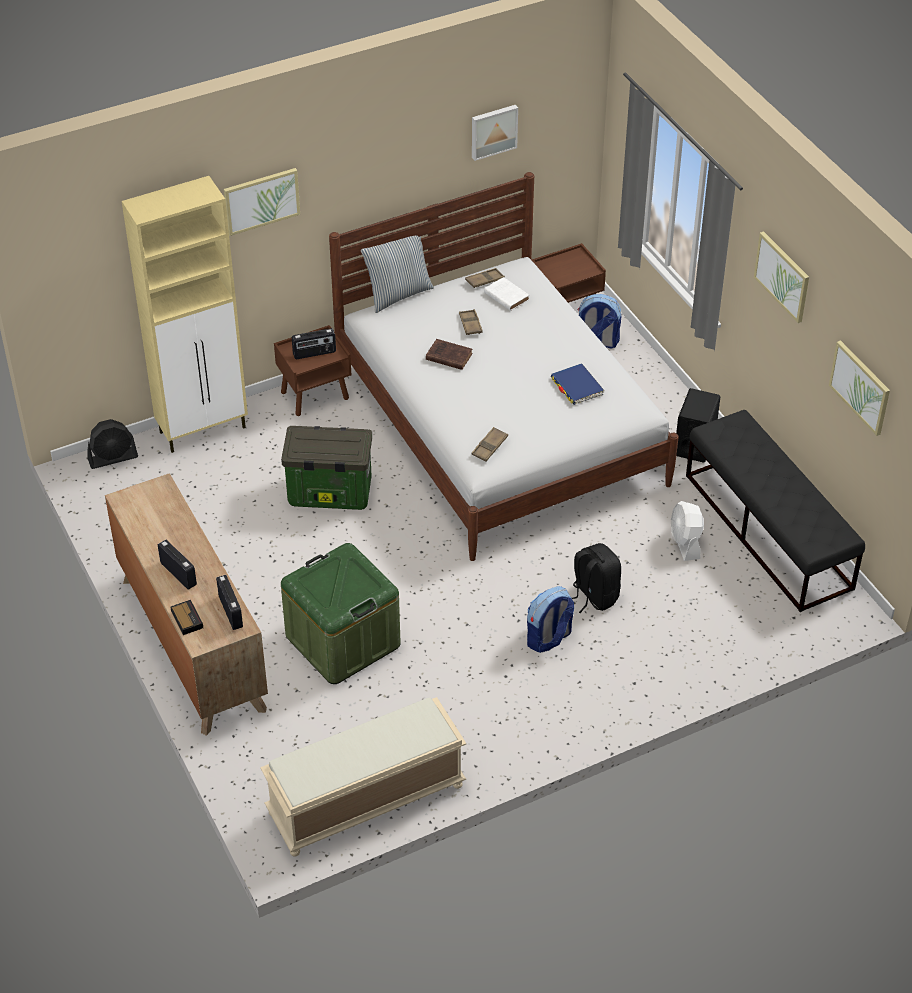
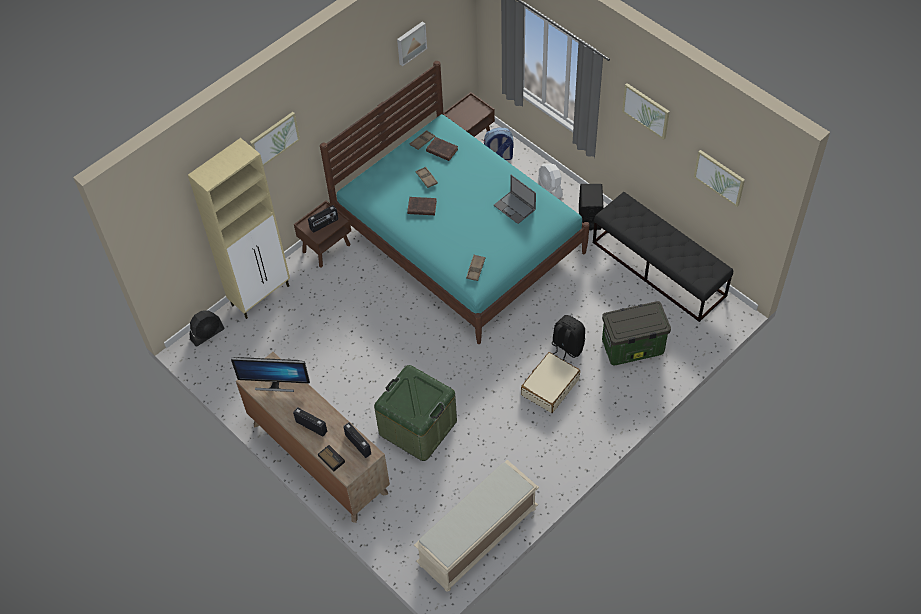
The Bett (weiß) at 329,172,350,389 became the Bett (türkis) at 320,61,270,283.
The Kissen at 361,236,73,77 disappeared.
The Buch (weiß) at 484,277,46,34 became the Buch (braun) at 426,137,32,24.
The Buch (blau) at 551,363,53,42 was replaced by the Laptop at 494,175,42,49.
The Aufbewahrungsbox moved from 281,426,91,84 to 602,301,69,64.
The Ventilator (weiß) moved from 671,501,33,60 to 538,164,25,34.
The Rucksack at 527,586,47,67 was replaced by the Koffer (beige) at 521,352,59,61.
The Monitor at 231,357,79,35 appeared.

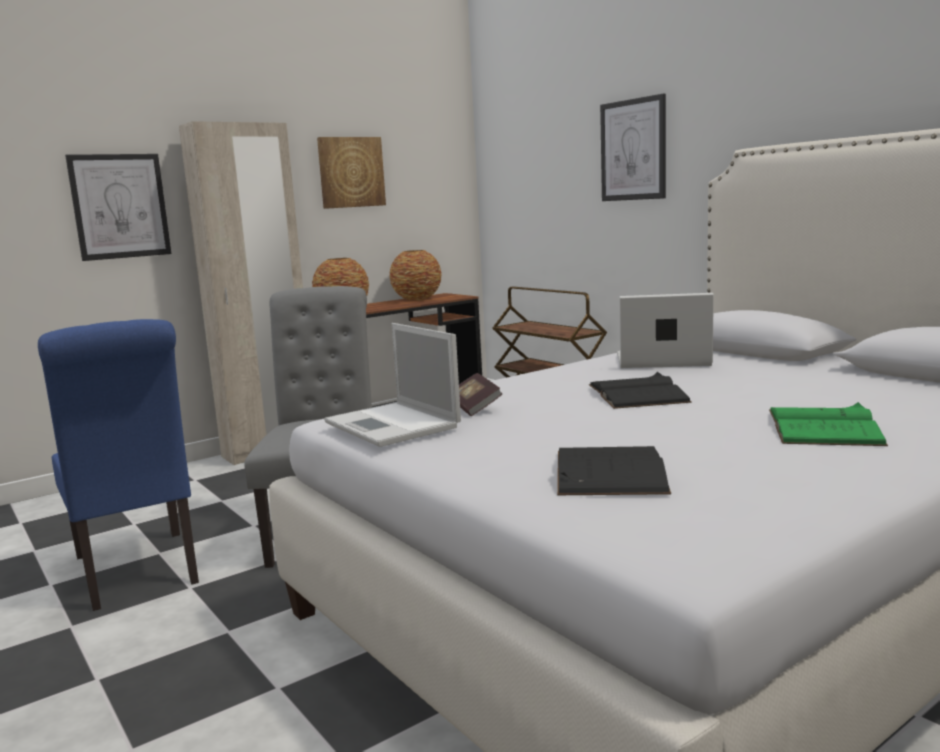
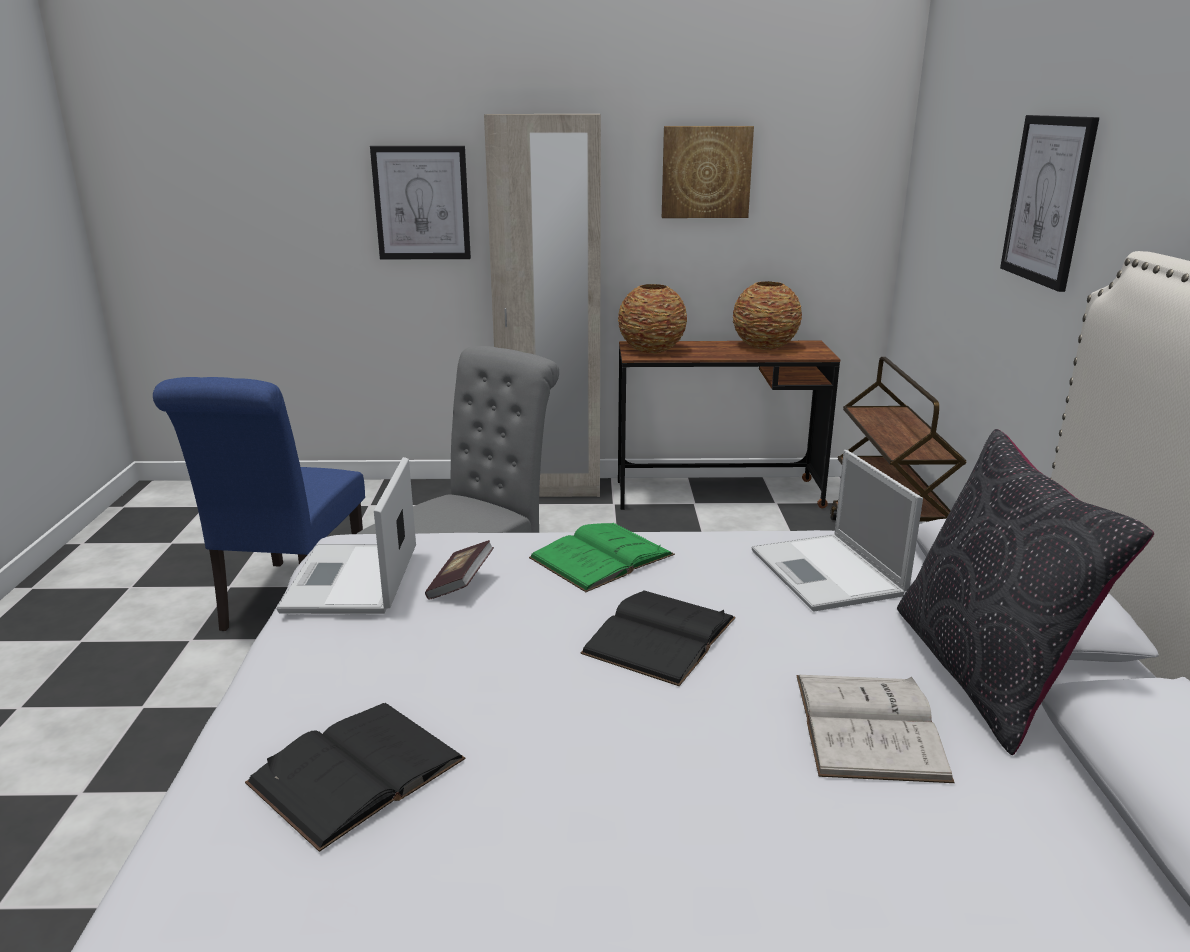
The Laptop at 617,293,97,75 turned 150 degrees counterclockwise.
The Buch (grün) moved from 769,402,119,44 to 529,523,146,69.
The Kissen (schwarz) at 897,429,257,326 appeared.
The Buch (weiß) at 797,675,158,108 appeared.

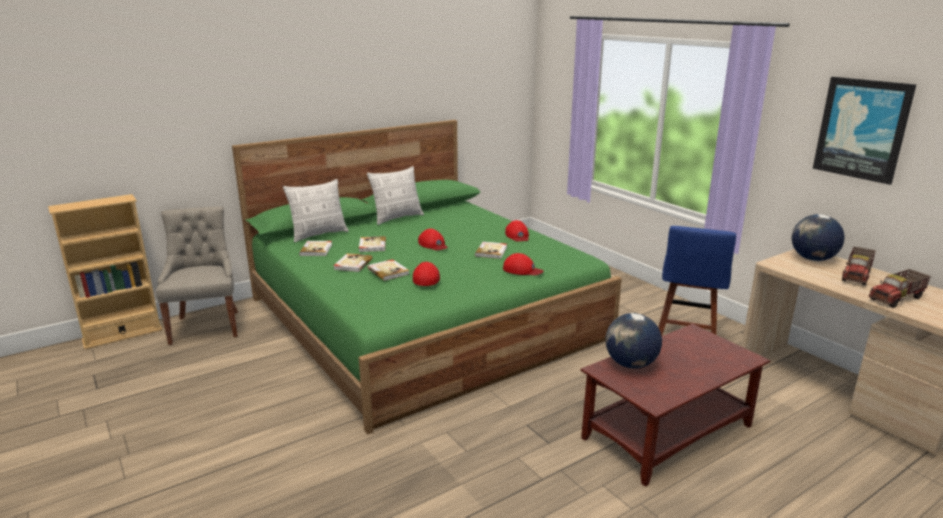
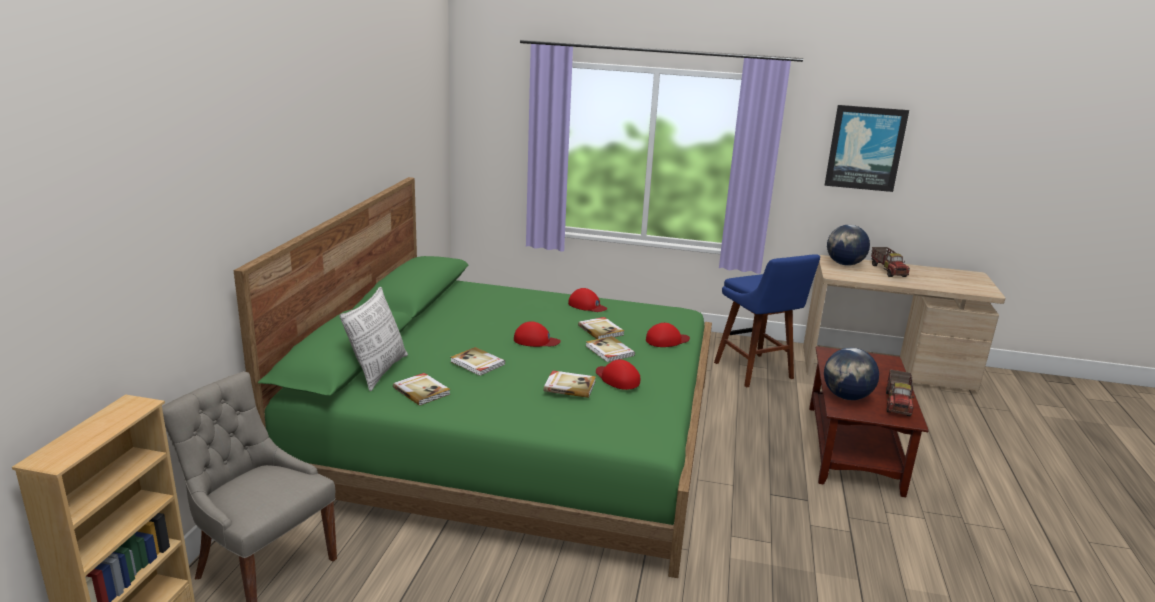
The Kissen at 367,166,57,59 disappeared.
The Buch moved from 333,253,40,19 to 586,336,49,26.
The Spielzeuglaster moved from 869,269,62,39 to 886,369,28,48.

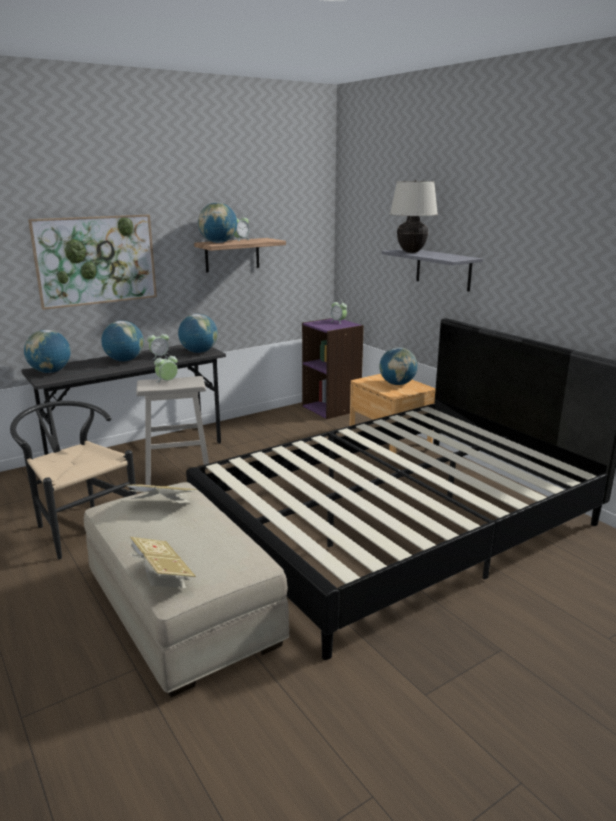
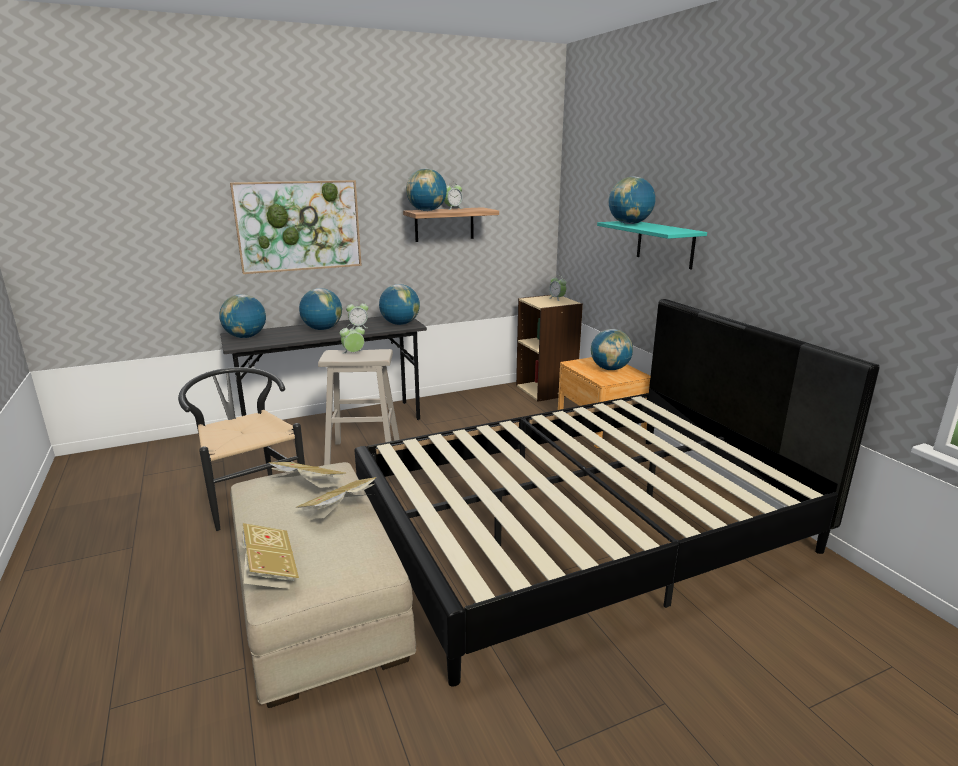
The Tischlampe (beige) at 390,180,48,73 was replaced by the Globus at 609,176,46,48.
The Wandregal (grau) at 382,249,101,42 became the Wandregal (türkis) at 597,221,110,48.
The Bücherregal (lila) at 302,318,62,101 became the Bücherregal (beige) at 516,295,67,107.
The Buch at 296,477,80,42 appeared.

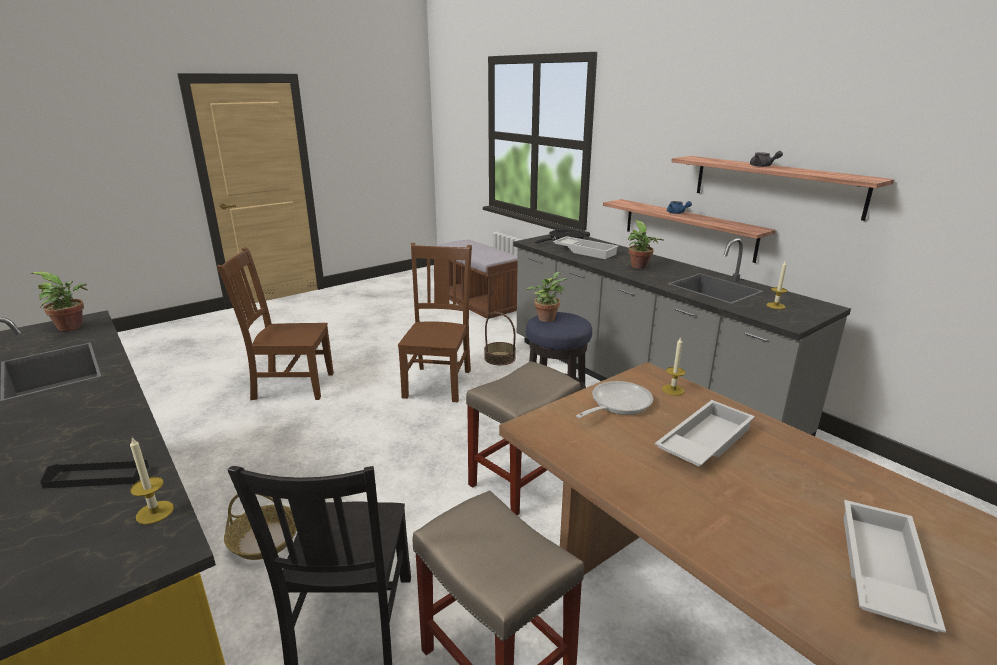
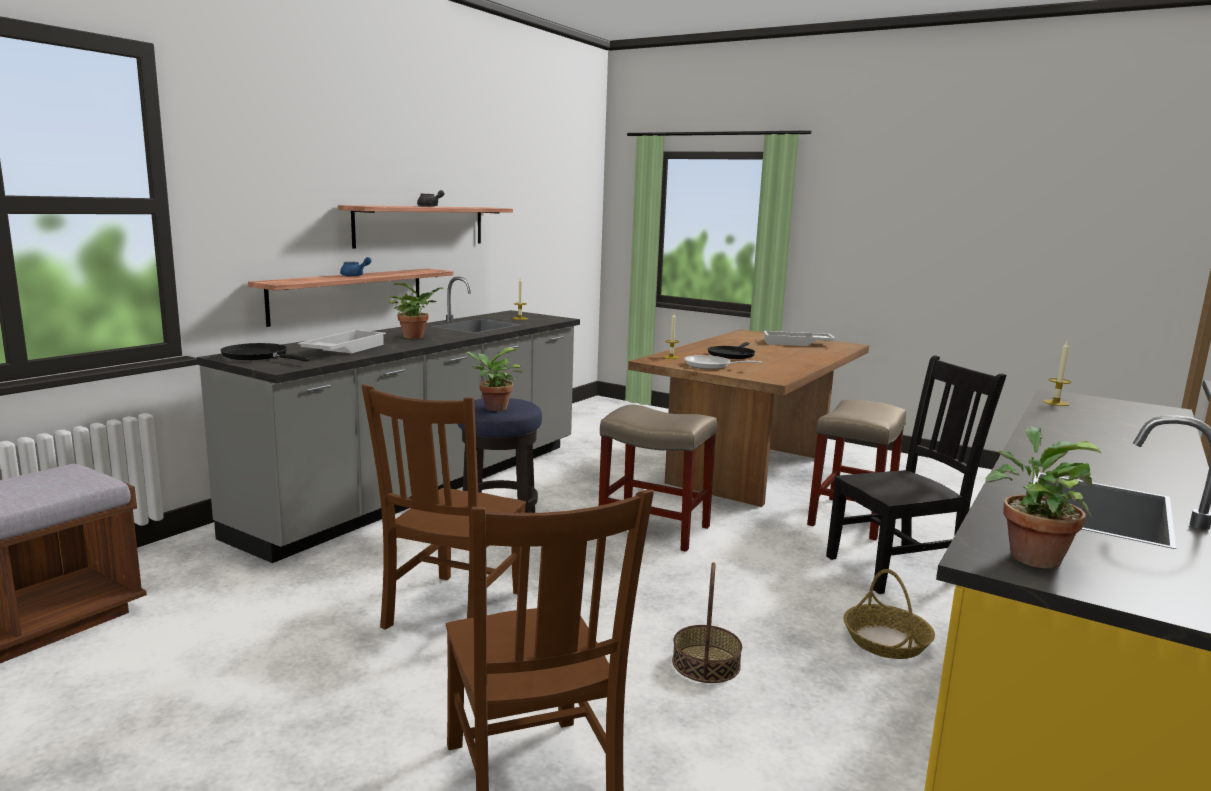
The Stuhl (braun) at 398,243,74,159 turned 60 degrees counterclockwise.
The Korb moved from 484,312,32,53 to 672,562,70,121.
The Tablett (weiß) at 655,400,100,66 was replaced by the Pfanne (schwarz) at 708,342,47,17.
The Tablett (schwarz) at 40,460,109,29 disappeared.

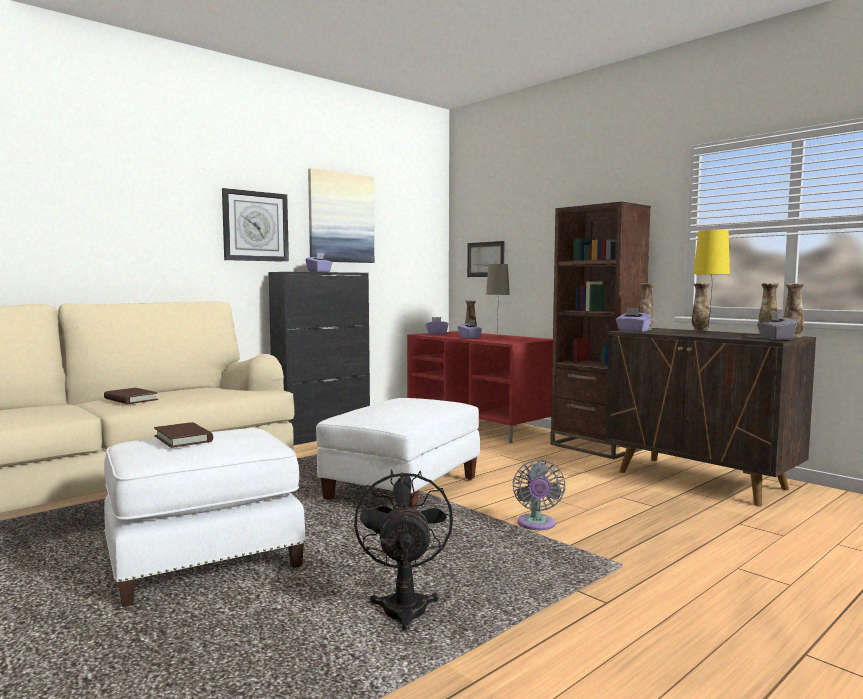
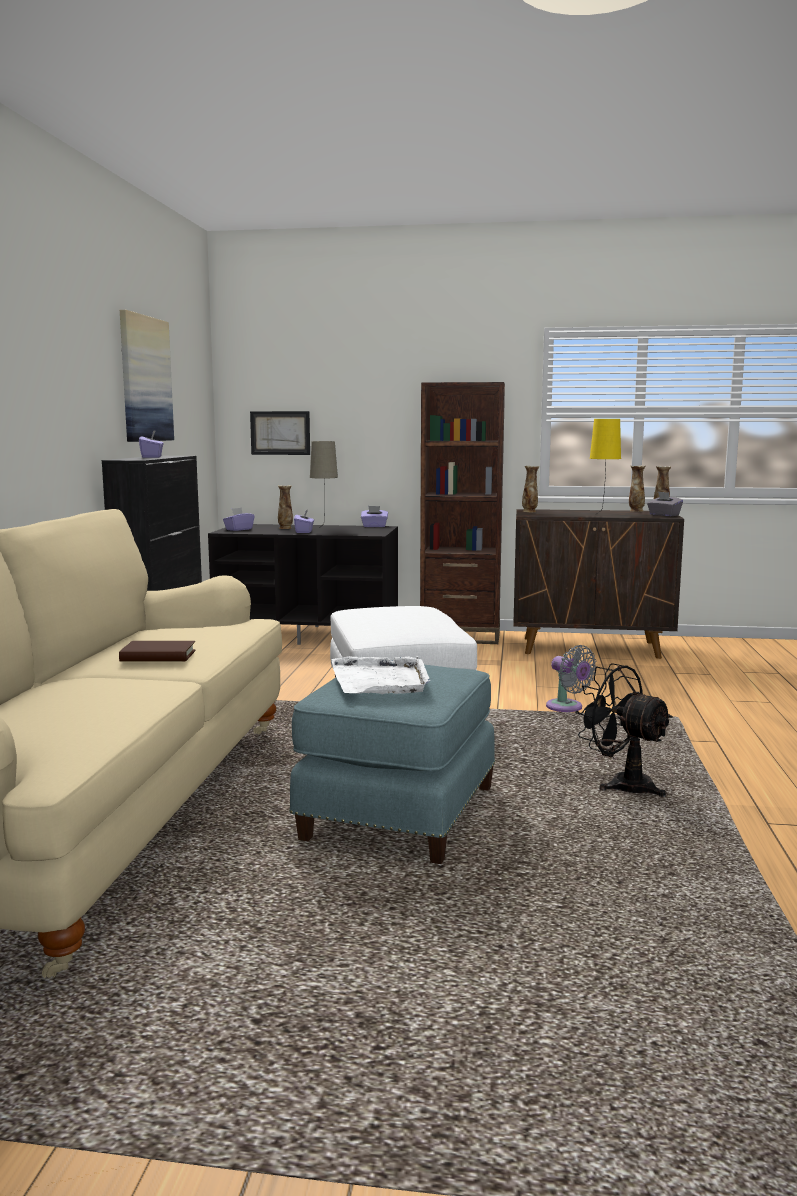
The Wanduhr at 222,188,67,74 disappeared.
The Vase at 692,283,18,48 disappeared.
The Taschentuchbox (lila) moved from 616,307,36,25 to 361,506,27,21.
The Fernsehschrank (rot) at 407,331,146,113 became the Fernsehschrank (schwarz) at 208,524,190,121.
The Buch (braun) at 154,422,59,26 was replaced by the Tablett (weiß) at 332,656,98,38.
The Polsterhocker (weiß) at 104,428,202,179 became the Polsterhocker (blau) at 289,665,206,199.

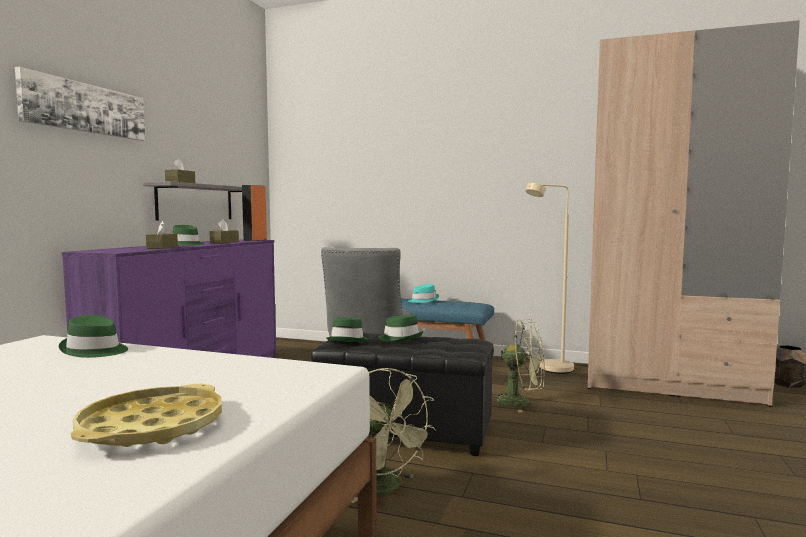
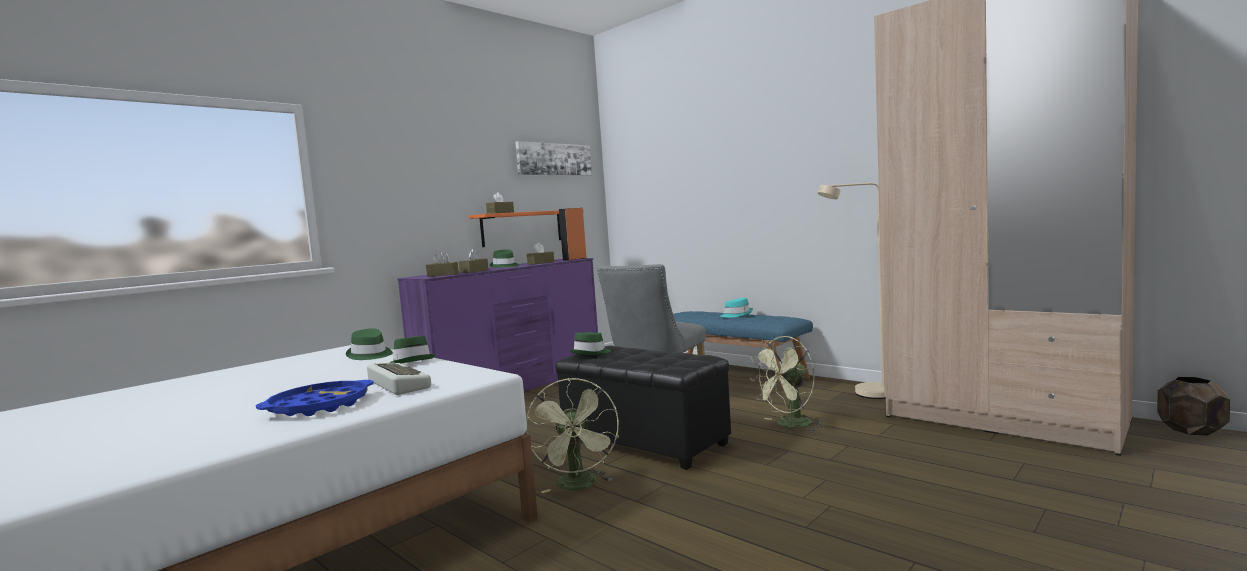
The Bild moved from 15,67,130,74 to 515,141,77,35.
The Wandregal (grau) at 143,182,99,39 became the Wandregal (orange) at 469,209,115,38.
The Hut (grün) moved from 378,315,45,26 to 389,336,46,27.
The Ventilator (grün) at 492,319,53,94 turned 105 degrees clockwise.
The Tablett (gelb) at 71,384,151,63 became the Tablett (blau) at 256,380,118,36.
The Taschentuchbox (braun) at 426,251,33,26 appeared.
The Tastatur at 367,363,64,32 appeared.

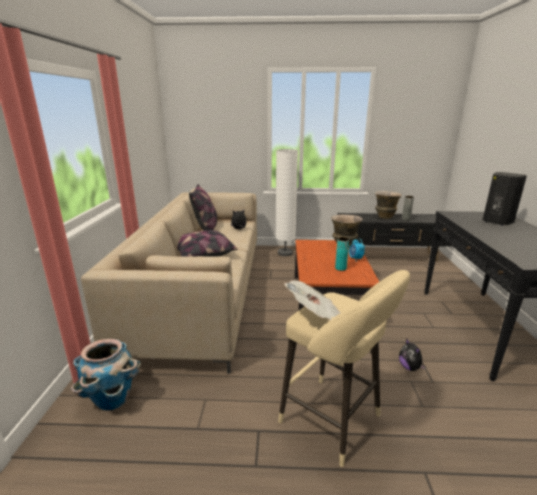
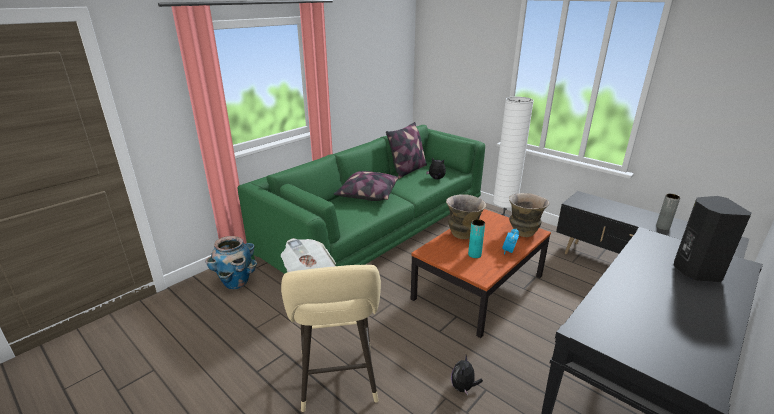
The Sofa (beige) at 81,188,176,186 became the Sofa (grün) at 237,125,248,149.
The Vase moved from 375,191,27,28 to 446,194,40,45.

